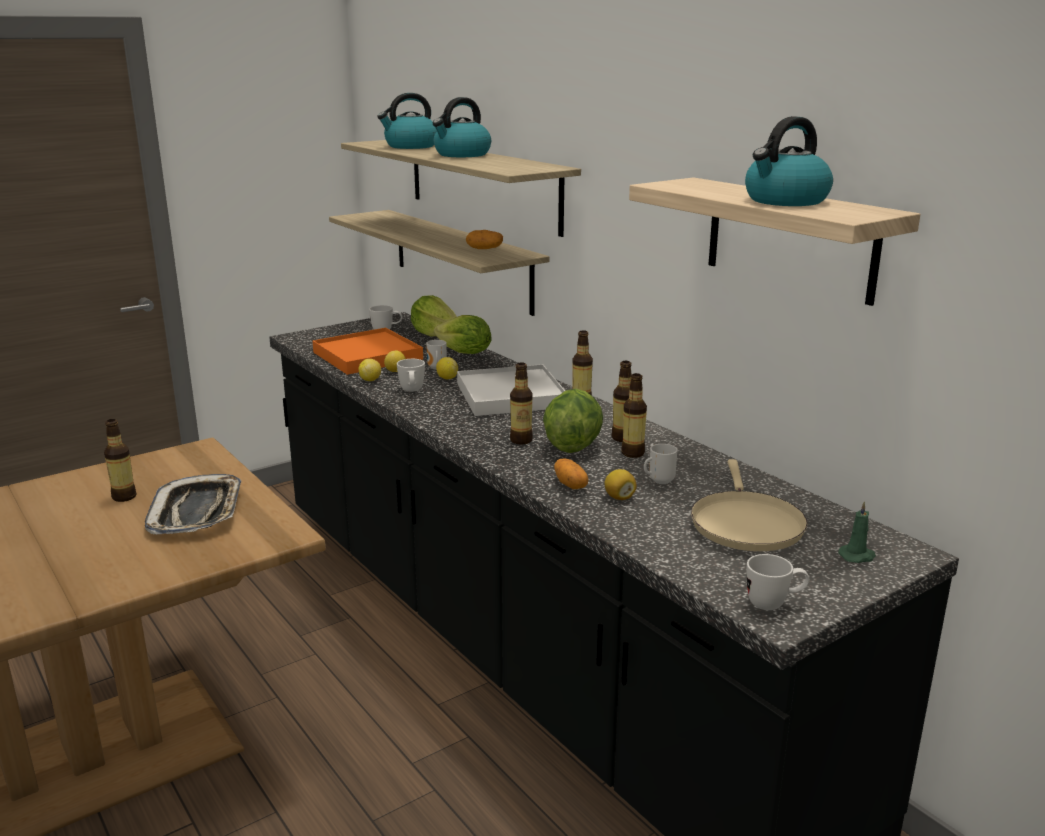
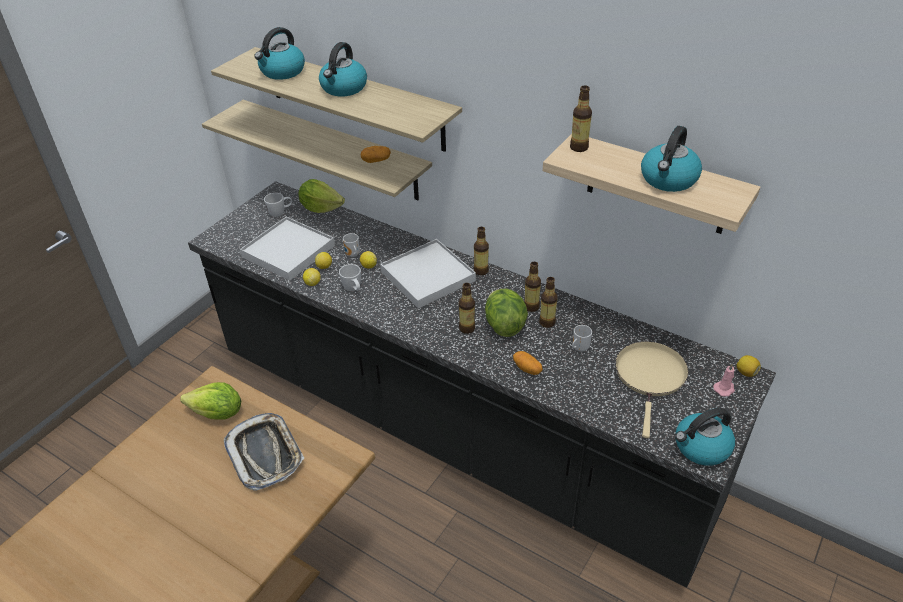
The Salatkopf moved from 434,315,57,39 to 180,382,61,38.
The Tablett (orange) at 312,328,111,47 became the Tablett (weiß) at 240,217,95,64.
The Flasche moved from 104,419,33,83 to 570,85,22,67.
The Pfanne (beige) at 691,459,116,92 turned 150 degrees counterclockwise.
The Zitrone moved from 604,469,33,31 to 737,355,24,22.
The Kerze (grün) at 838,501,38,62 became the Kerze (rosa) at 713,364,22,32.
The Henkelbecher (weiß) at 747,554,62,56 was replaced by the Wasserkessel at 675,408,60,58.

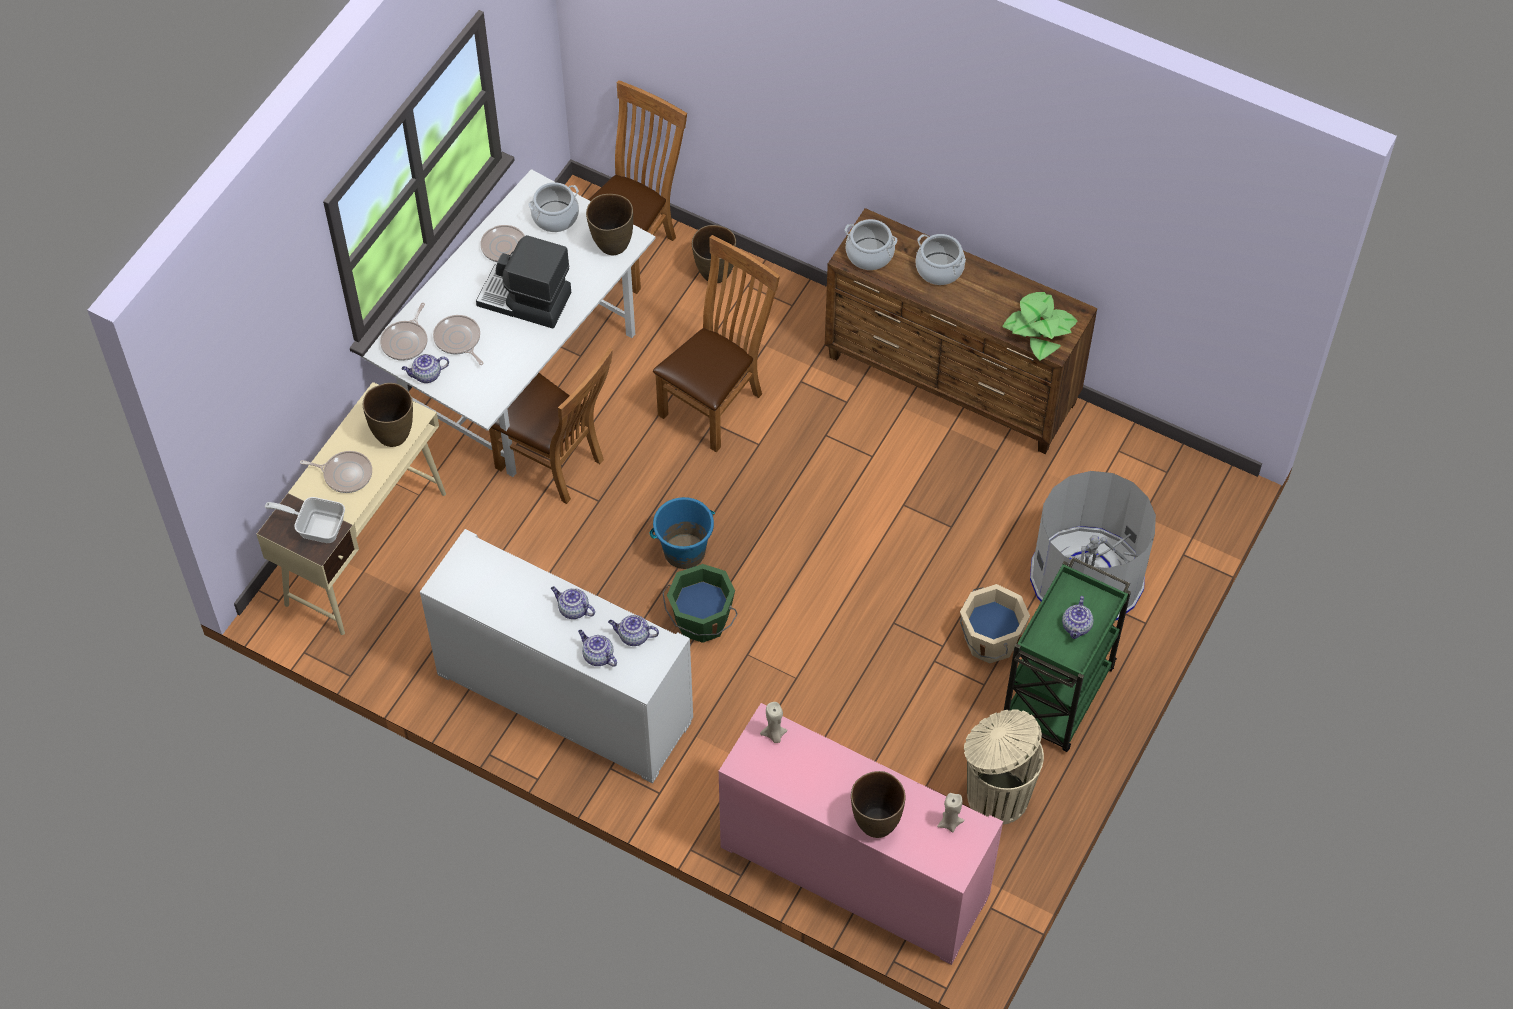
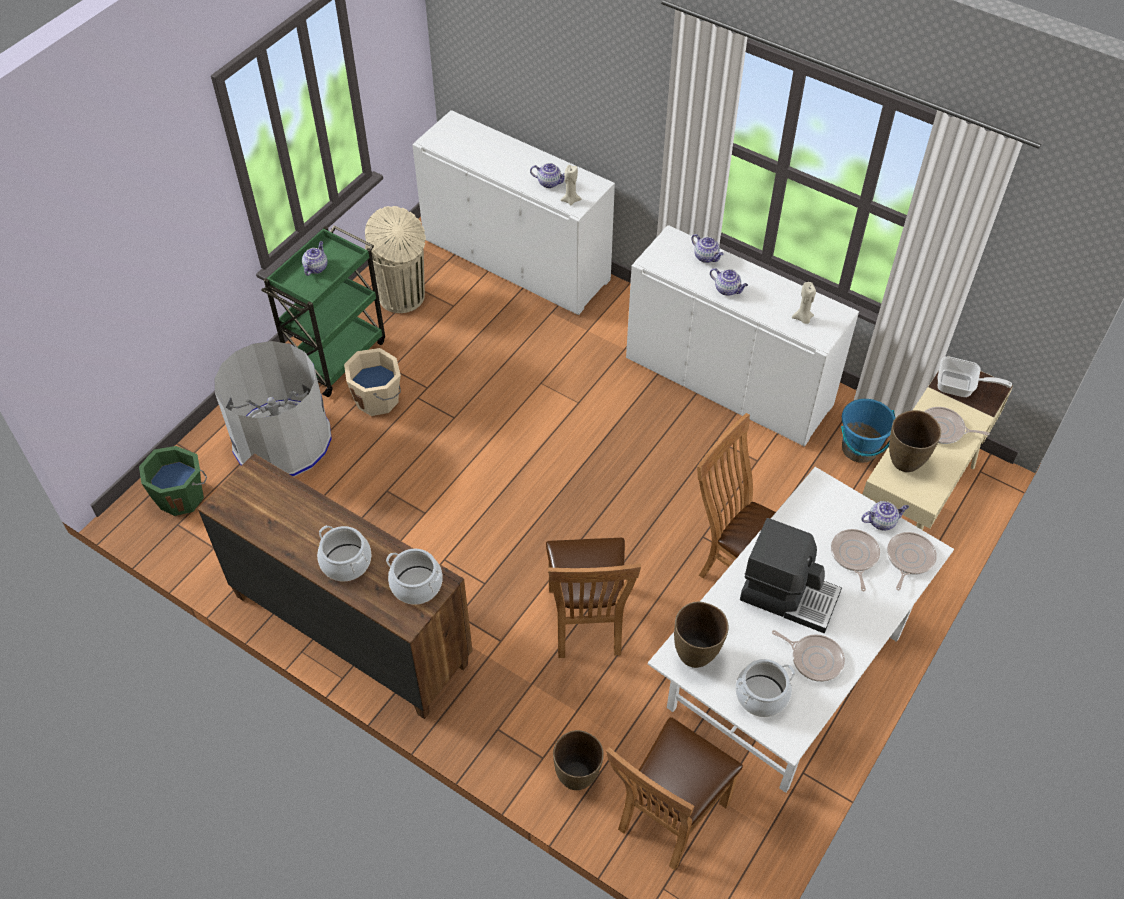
The Stuhl (braun) at 653,235,127,217 turned 45 degrees counterclockwise.
The Topfpflanze at 1002,292,75,69 disappeared.
The Pfanne at 433,315,51,50 turned 150 degrees counterclockwise.
The Eimer (blau) moved from 650,497,65,72 to 841,399,55,64.
The Eimer (grün) moved from 662,564,76,79 to 139,446,68,70.
The Teekanne moved from 608,615,51,31 to 530,163,35,25.
The Schrank (rosa) at 718,703,285,262 became the Schrank (weiß) at 412,110,203,205.
The Vase (braun) at 851,771,55,67 disappeared.
The Kerze (beige) moved from 937,793,28,40 to 792,282,24,42.

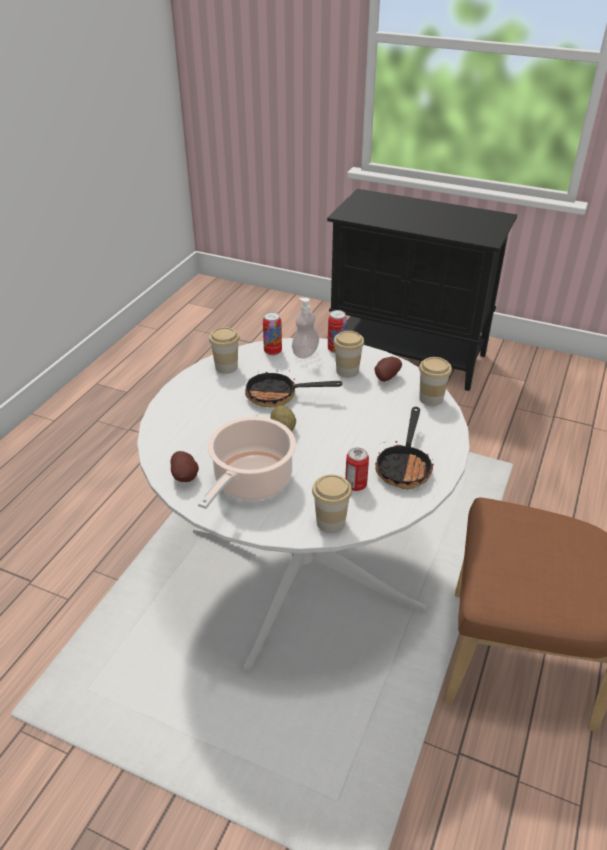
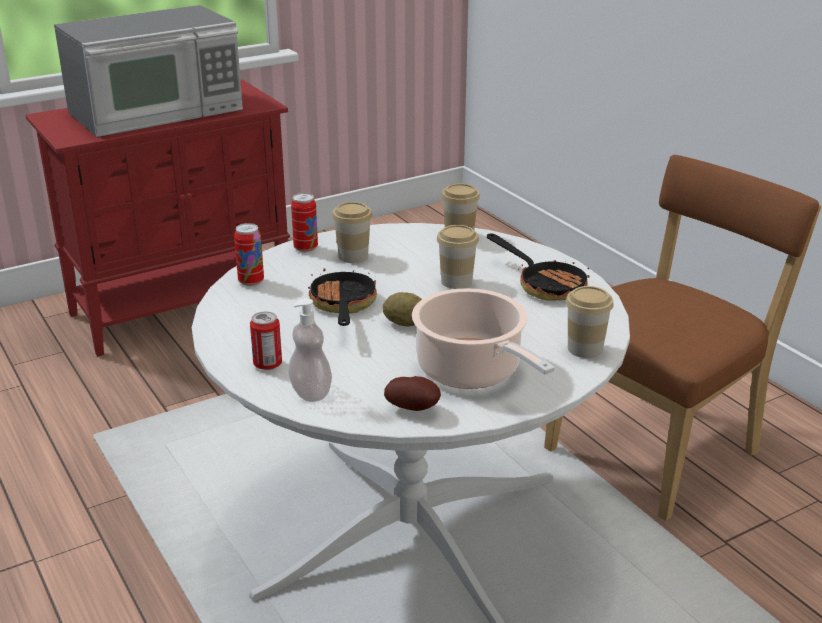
The Schrank (schwarz) at 327,189,190,202 became the Schrank (rot) at 26,80,264,277.
The Seifenspender moved from 292,298,27,60 to 288,298,44,104.
The Tasse moved from 209,327,31,47 to 437,225,42,64.
The Kartoffel at 374,357,28,25 disappeared.
The Pfanne at 245,371,97,36 turned 135 degrees clockwise.
The Dose moved from 345,448,24,43 to 250,312,32,58.
The Mikrowelle at 54,5,189,132 appeared.

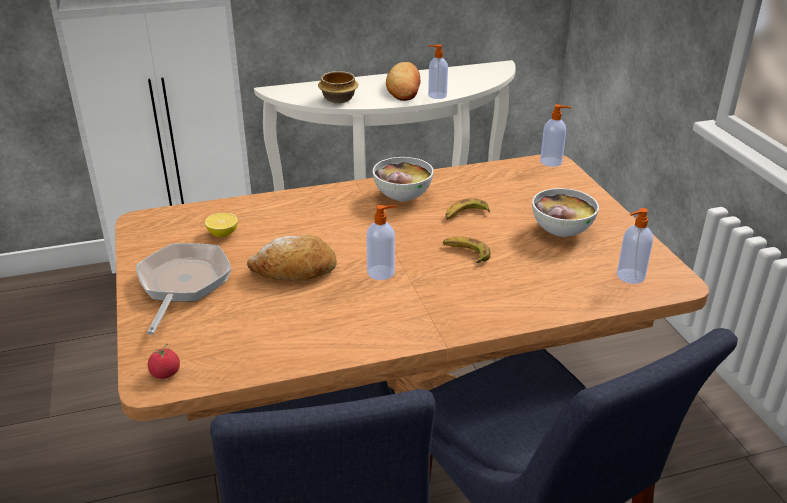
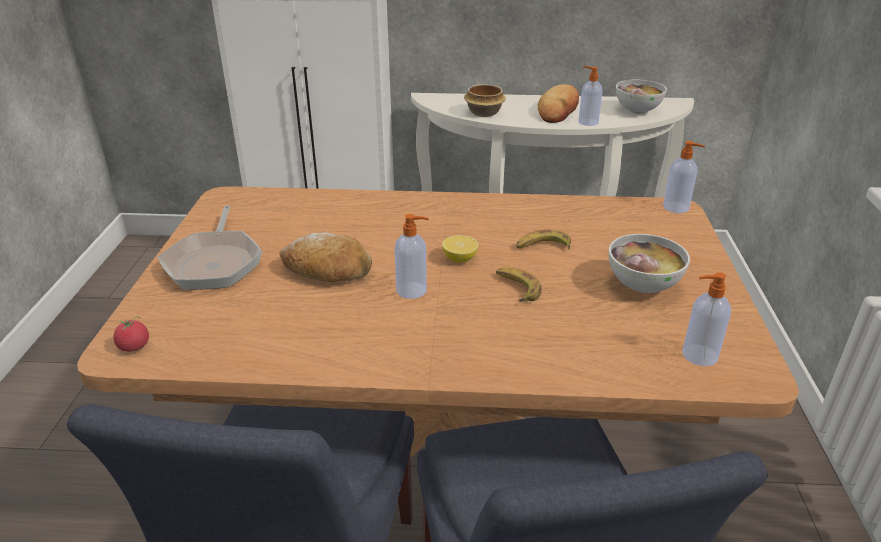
The Schüssel moved from 373,157,61,45 to 616,80,51,34.
The Zitrone moved from 205,213,33,24 to 442,235,37,28.
The Pfanne at 136,243,96,92 turned 150 degrees clockwise.

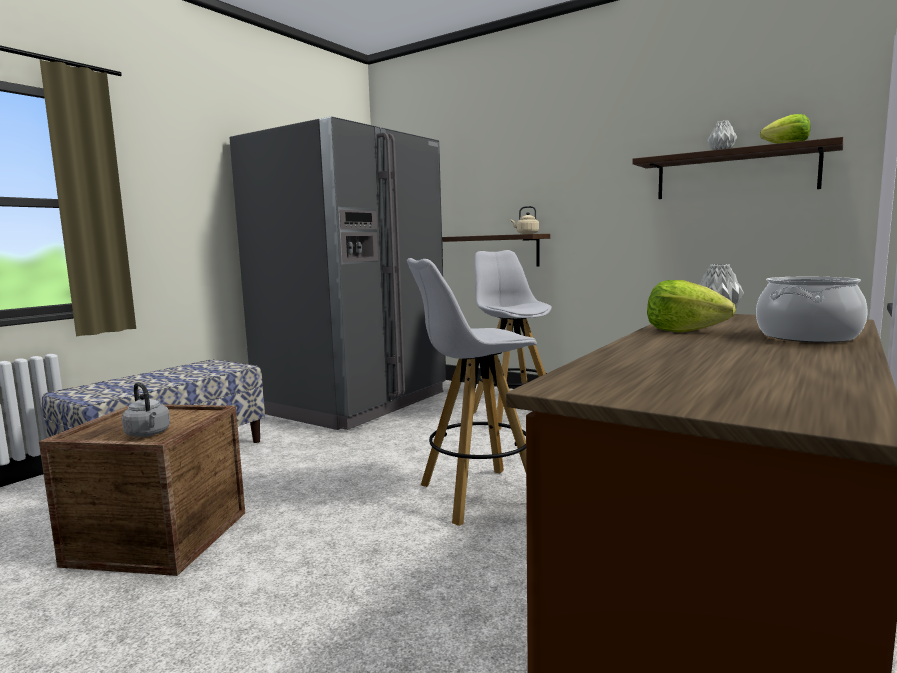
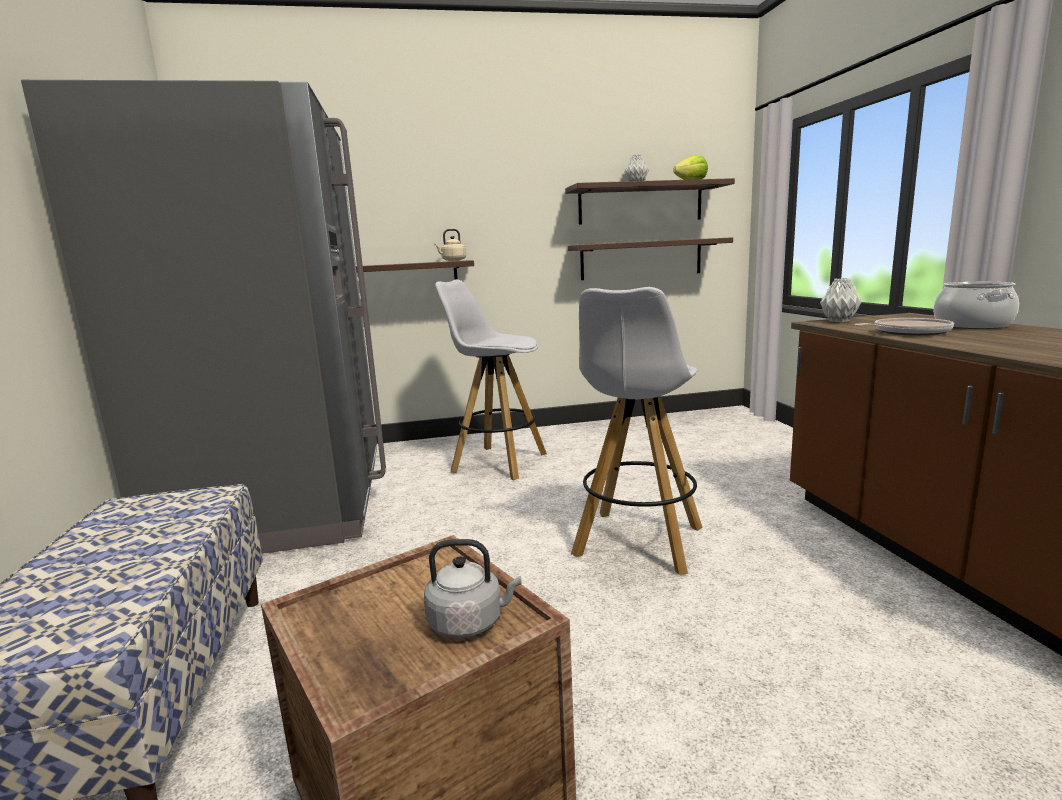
The Salatkopf at 647,280,89,52 was replaced by the Pfanne at 854,318,100,18.
The Wandregal at 568,237,165,43 appeared.

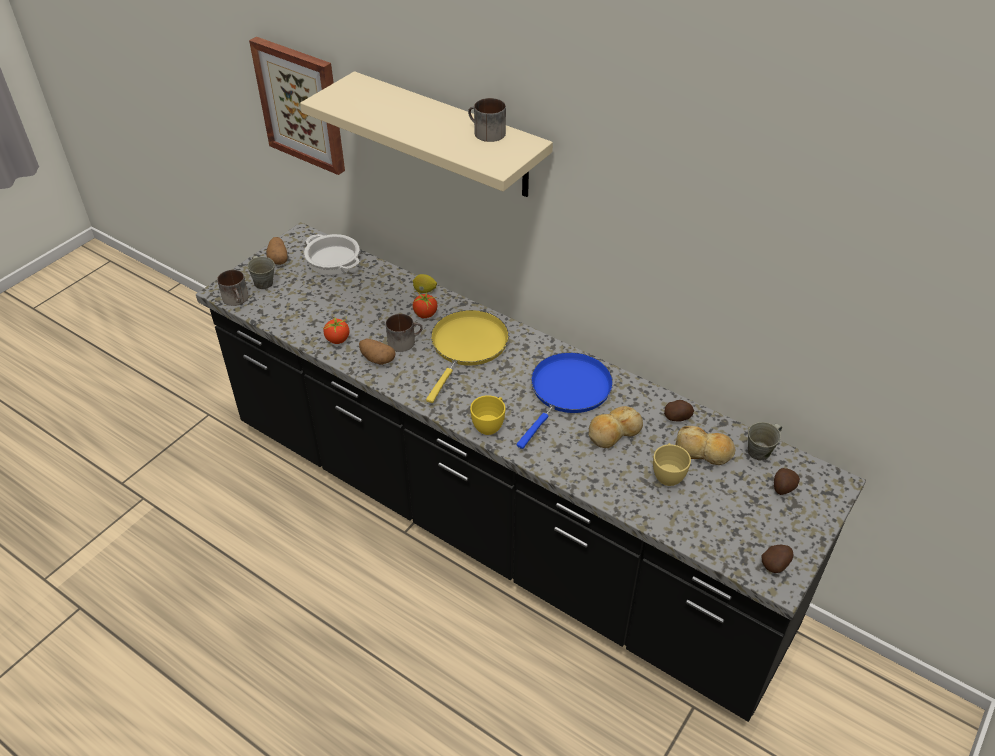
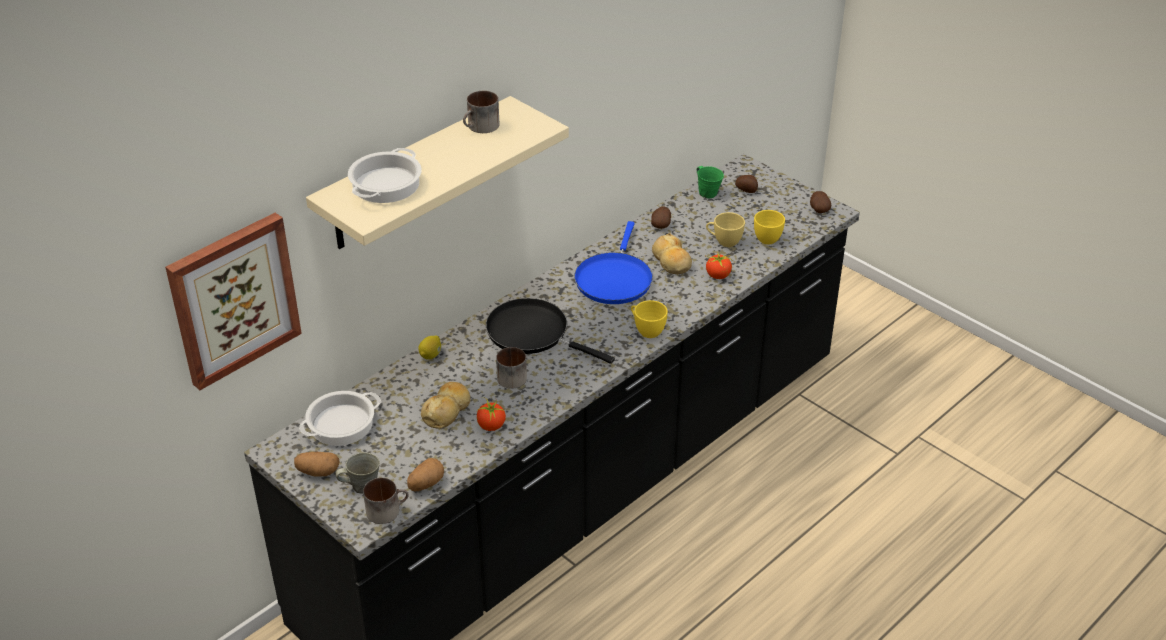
The Tomate moved from 413,290,24,28 to 706,252,27,27.
The Pfanne (gelb) at 426,310,83,93 became the Pfanne (schwarz) at 486,298,129,66.
The Kartoffel moved from 359,339,37,26 to 407,458,37,33.
The Pfanne (blau) at 516,352,97,97 turned 120 degrees counterclockwise.
The Henkelbecher (grau) at 748,422,34,39 became the Henkelbecher (grün) at 697,166,27,32.
The Brot moved from 675,426,60,39 to 421,382,50,47.
The Kochtopf at 348,148,74,55 appeared.
The Tasse (gelb) at 754,210,31,35 appeared.

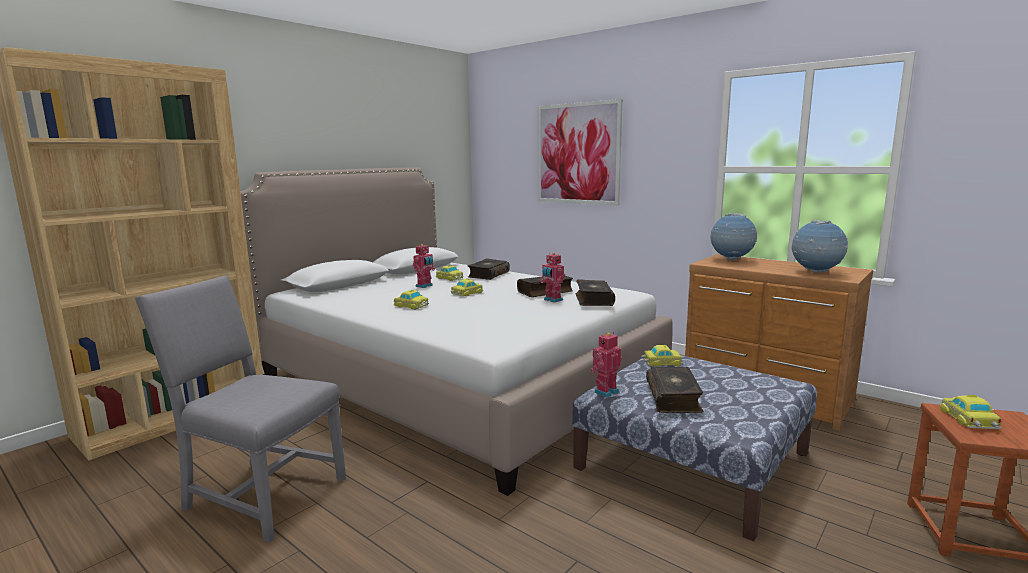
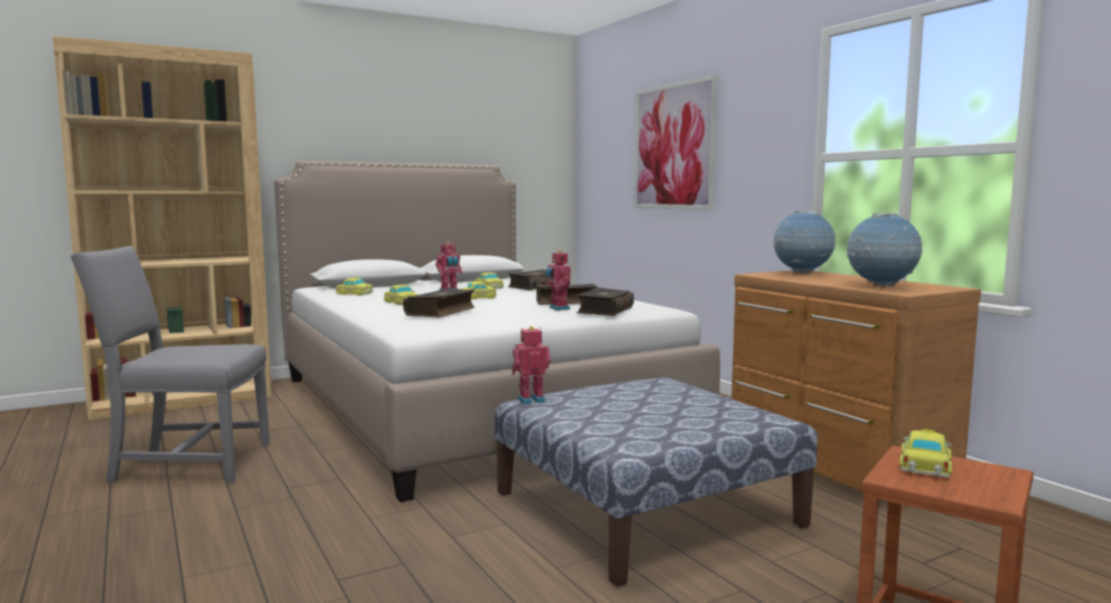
The Stuhl (grau) at 135,275,211,268 turned 45 degrees counterclockwise.
The Spielzeugauto moved from 641,345,41,22 to 335,277,38,19.
The Buch moved from 646,367,57,46 to 403,289,72,28.

